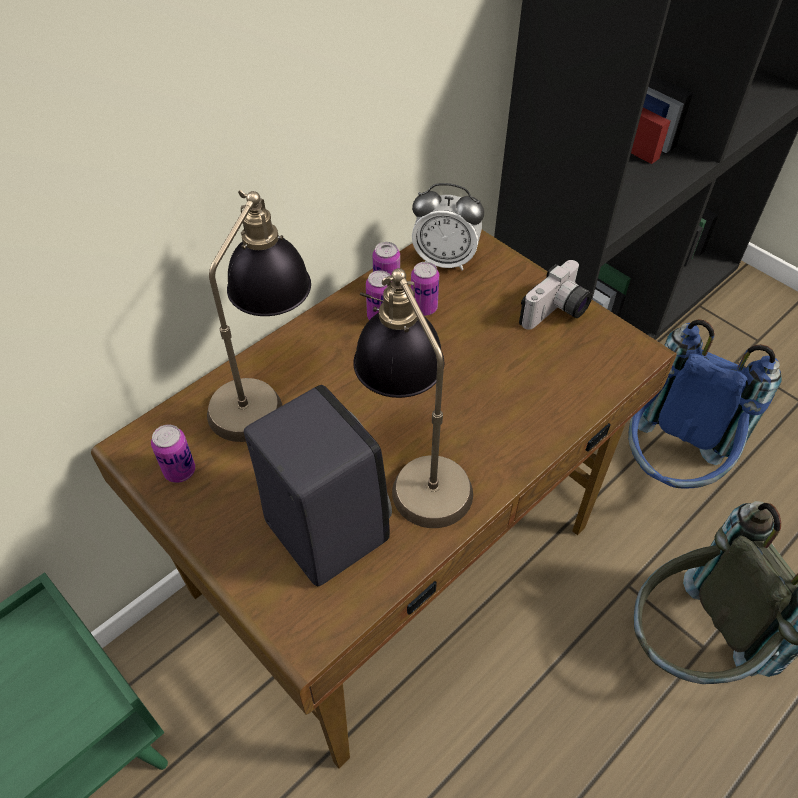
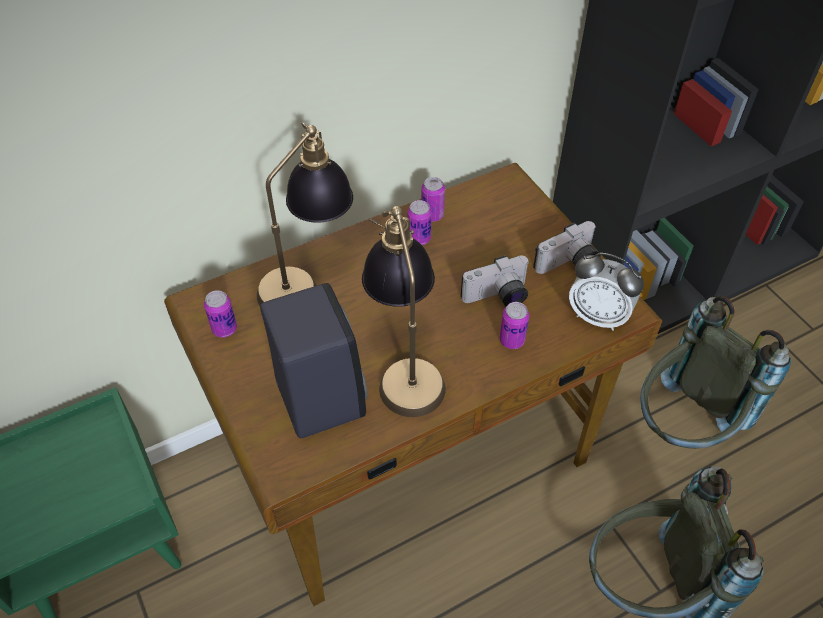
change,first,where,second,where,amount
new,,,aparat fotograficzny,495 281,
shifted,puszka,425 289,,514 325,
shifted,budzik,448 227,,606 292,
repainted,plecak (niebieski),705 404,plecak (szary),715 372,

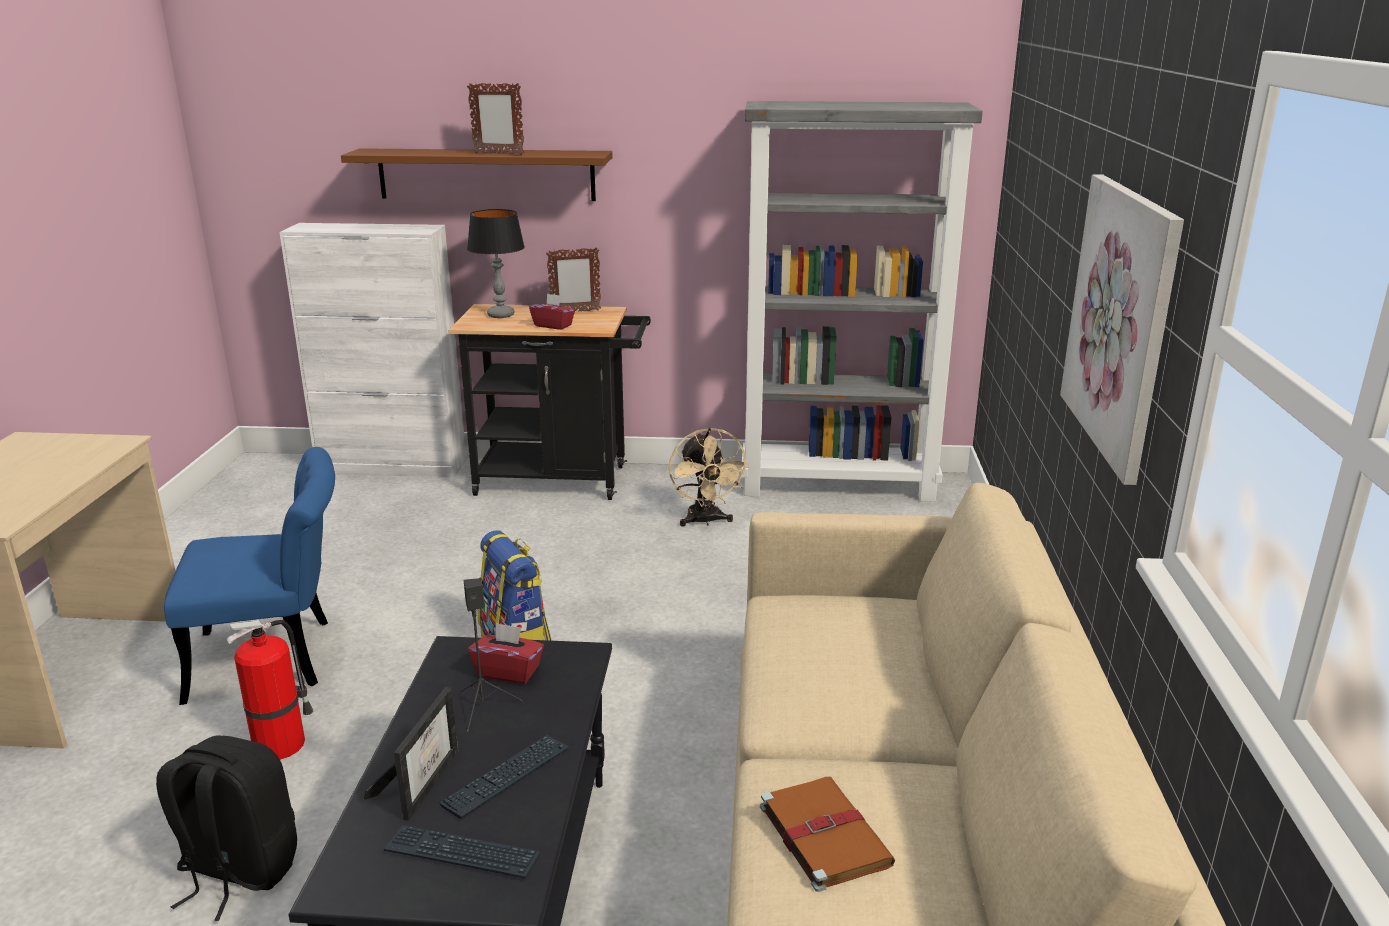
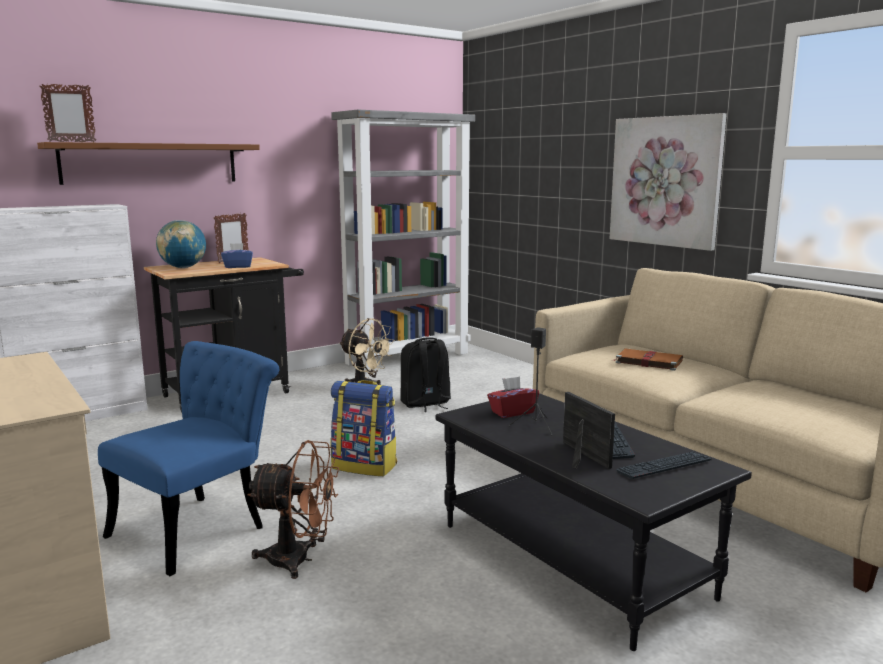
change,first,where,second,where,amount
shifted,plecak (czarny),226 828,,425 374,
shifted,ramka na zdjęcie,496 119,,67 113,
shifted,książka (brązowy),827 834,,647 360,
swapped,gaśnica,269 690,wentylator (brązowy),293 509,
swapped,lampa stołowa,496 263,globus,181 244,
repainted,pudełko chusteczek (czerwony),552 311,pudełko chusteczek (niebieski),237 255,

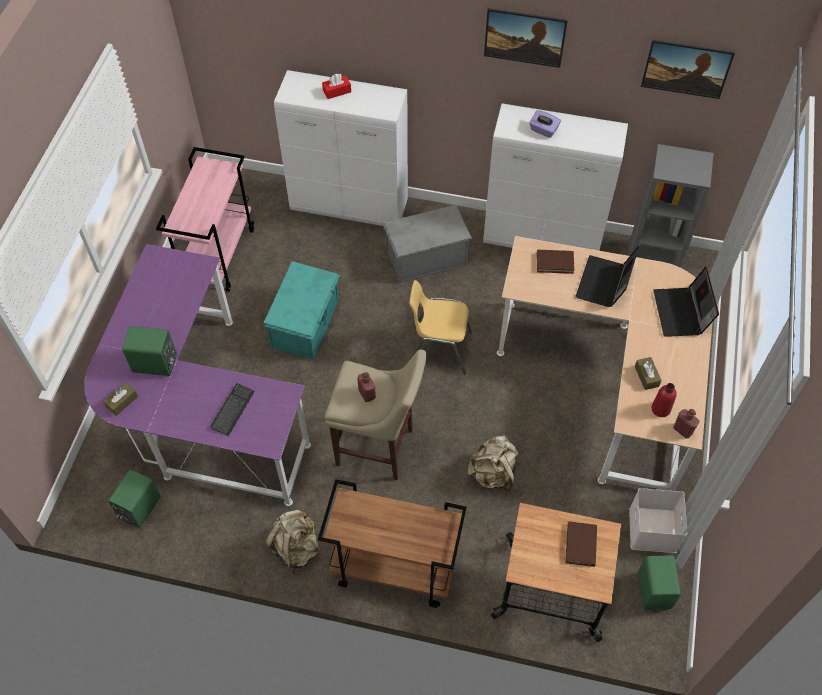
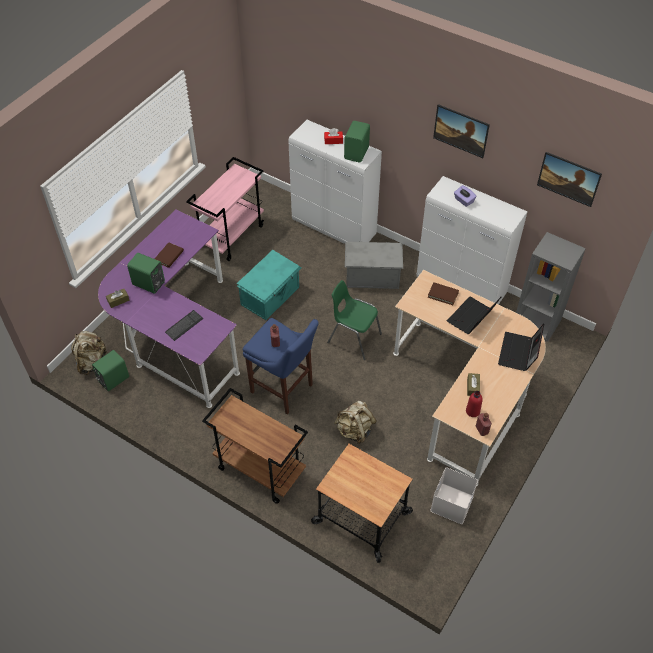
change,first,where,second,where,amount
shifted,plecak (beżowy),291 542,,89 353,
shifted,książka (brązowy),581 544,,169 255,
shifted,głośnik (zielony),659 582,,357 142,
repainted,stołek (beżowy),376 415,stołek (niebieski),281 366,
repainted,krzesło (żółty),440 327,krzesło (zielony),354 320,

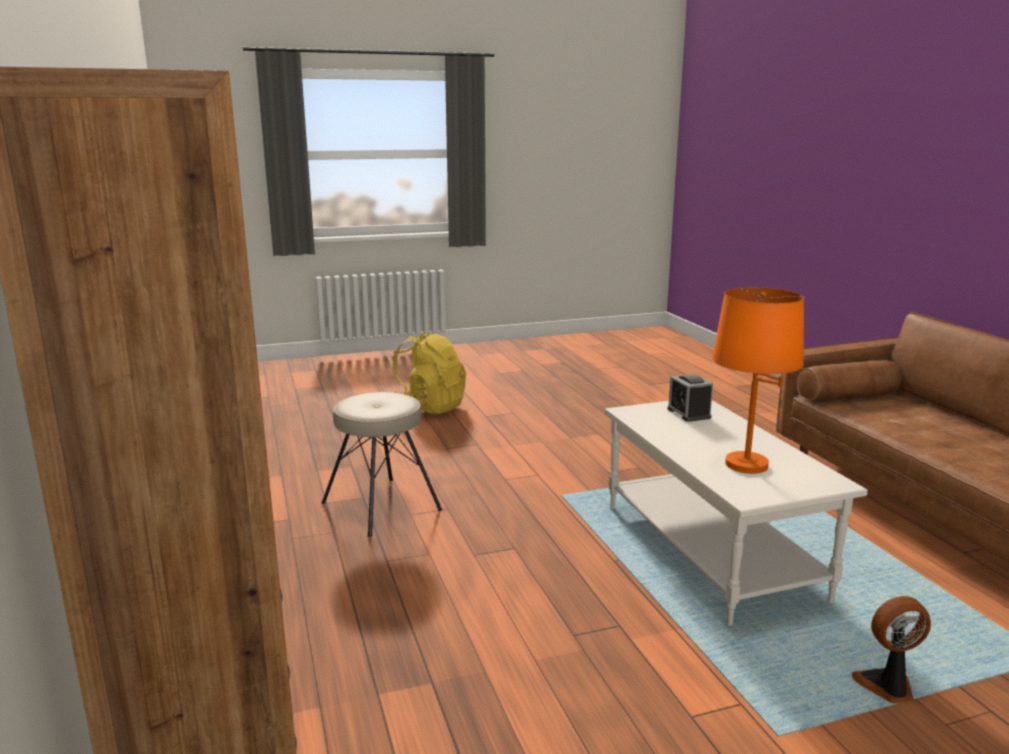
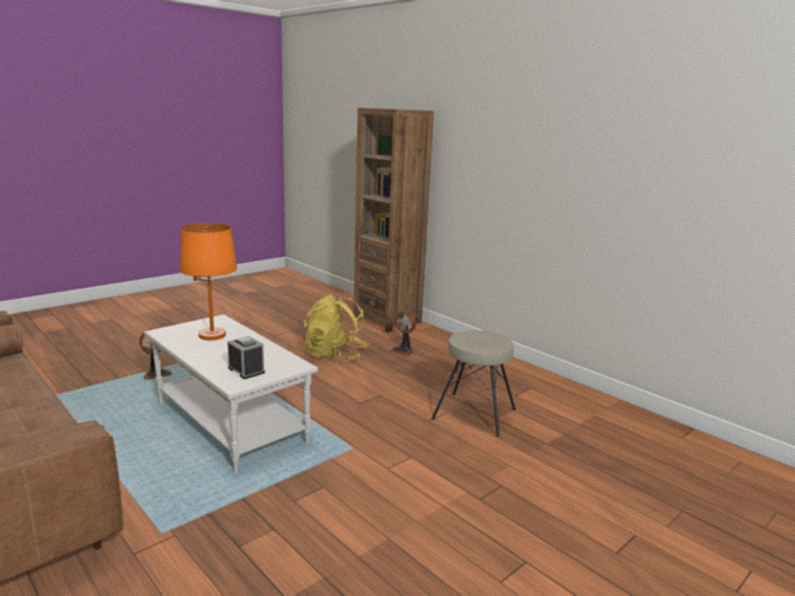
change,first,where,second,where,amount
new,,,wentylator,403 333,
shifted,plecak (żółty),429 373,,335 327,

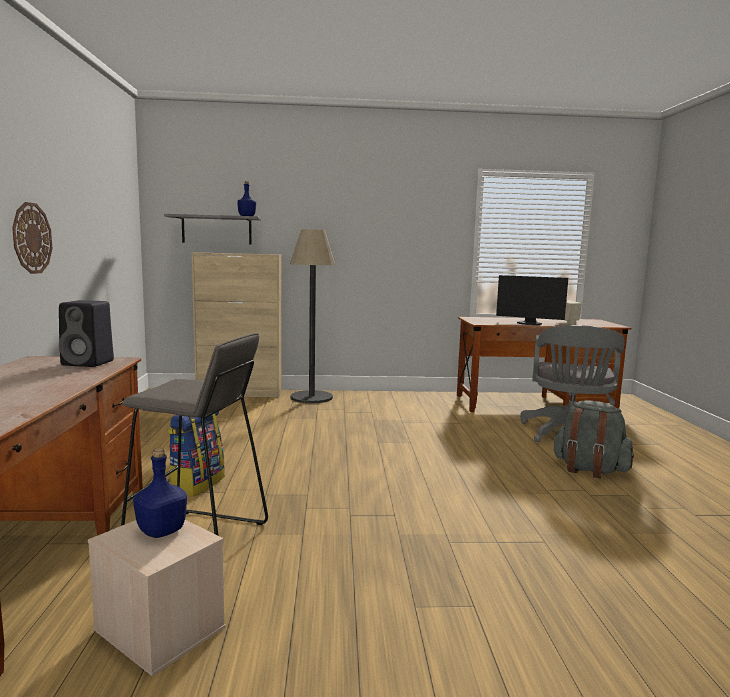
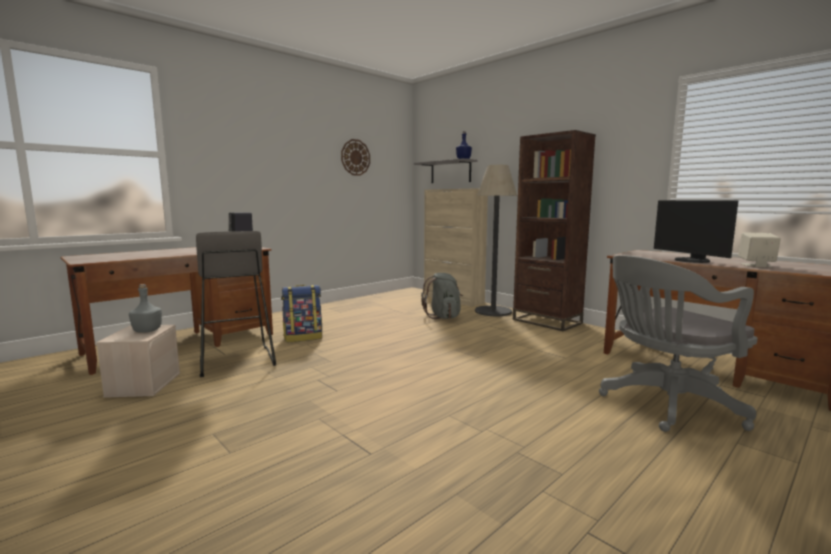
change,first,where,second,where,amount
new,,,regał (brązowy),554 230,
shifted,zegar ścienny,32 238,,355 157,
shifted,plecak (szary),594 439,,442 296,
repainted,butelka (niebieski),160 493,butelka (szary),145 308,

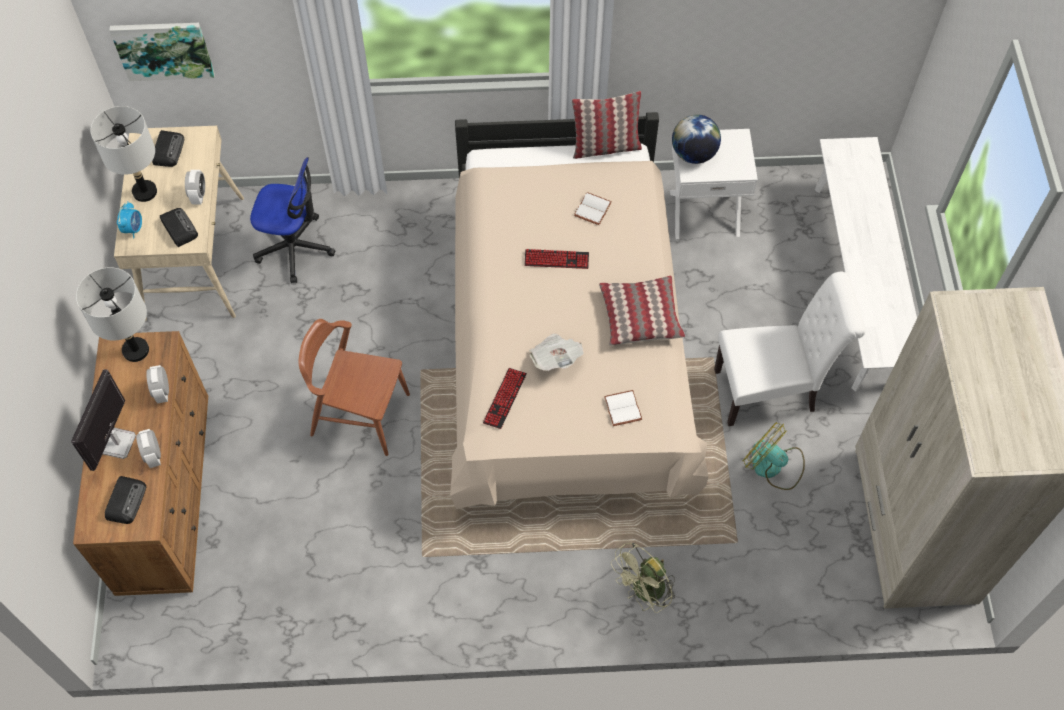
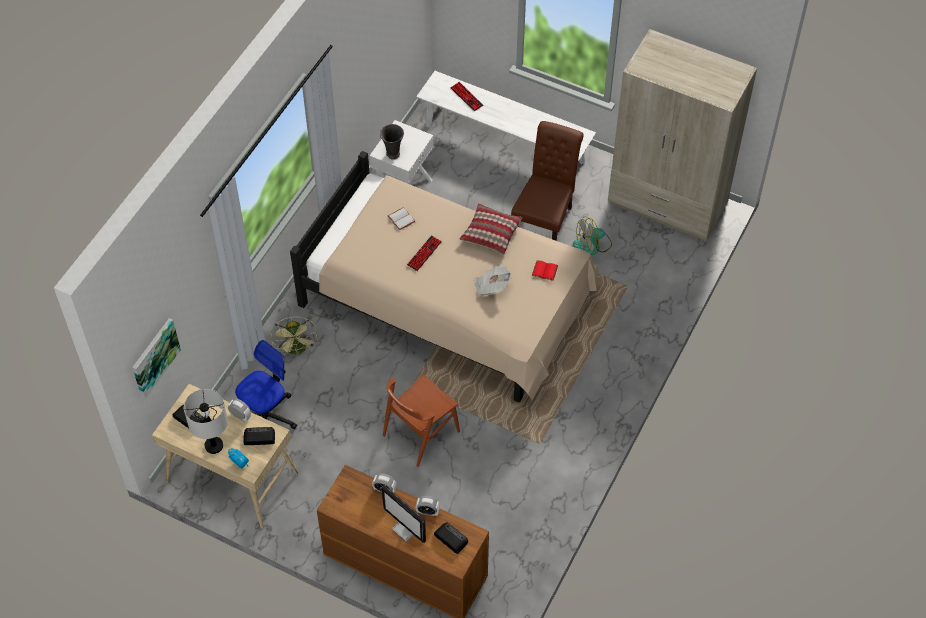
change,first,where,second,where,amount
gone,lampa stołowa (szary),112 314,,,
gone,poduszka,607 125,,,
shifted,klawiatura,505 398,,466 96,
shifted,wentylator (zielony),643 578,,294 336,
swapped,globus,696 139,wazon (szary),392 142,
repainted,książka (biały),623 408,książka (czerwony),545 270,
repainted,krzesło (biały),790 349,krzesło (brązowy),547 181,

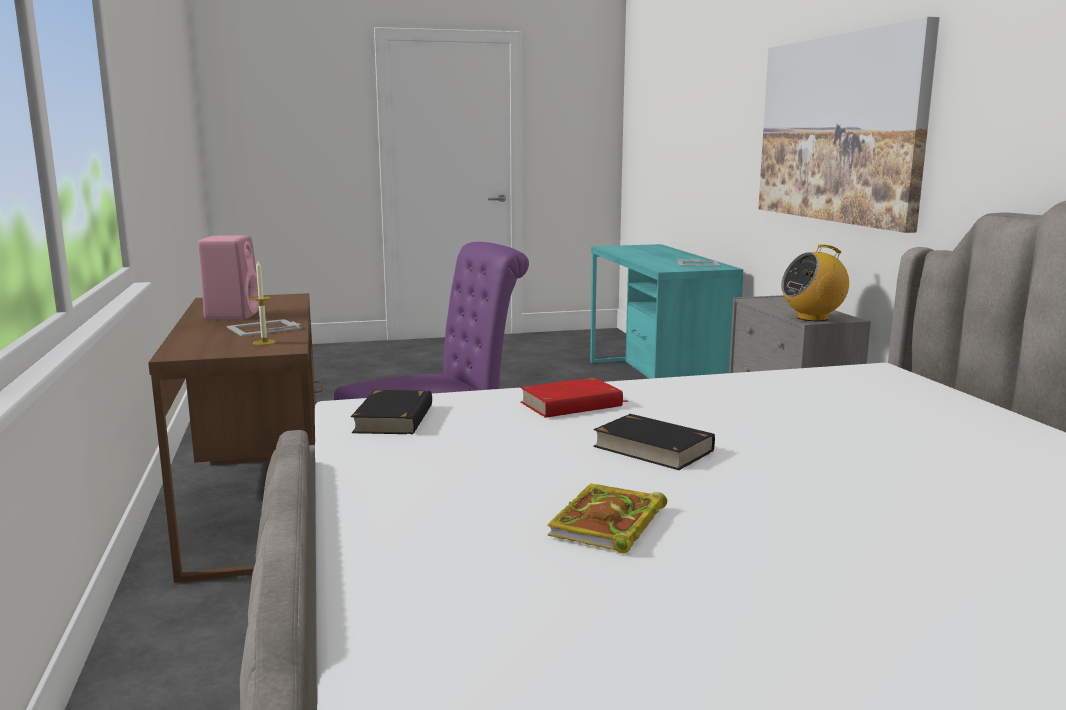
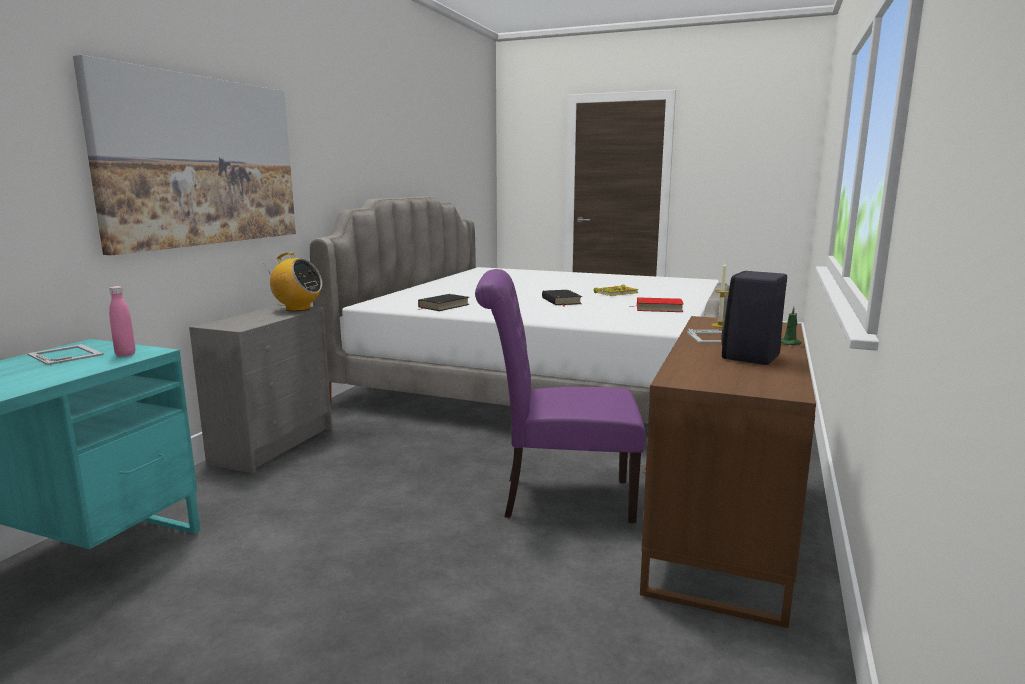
change,first,where,second,where,amount
new,,,butelka (różowy),122 321,
new,,,świeca (zielony),791 326,
shifted,książka (czarny),391 412,,443 302,
shifted,książka (czerwony),574 397,,656 304,
repainted,głośnik (różowy),228 278,głośnik (czarny),754 318,

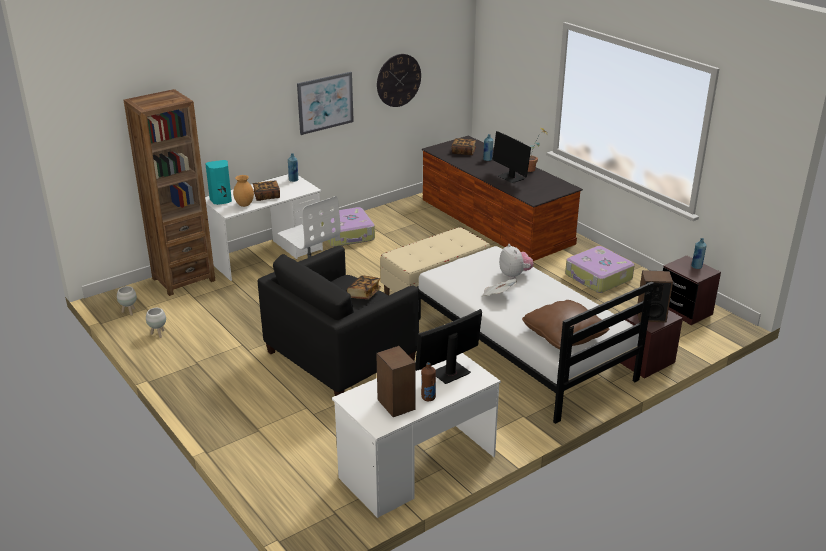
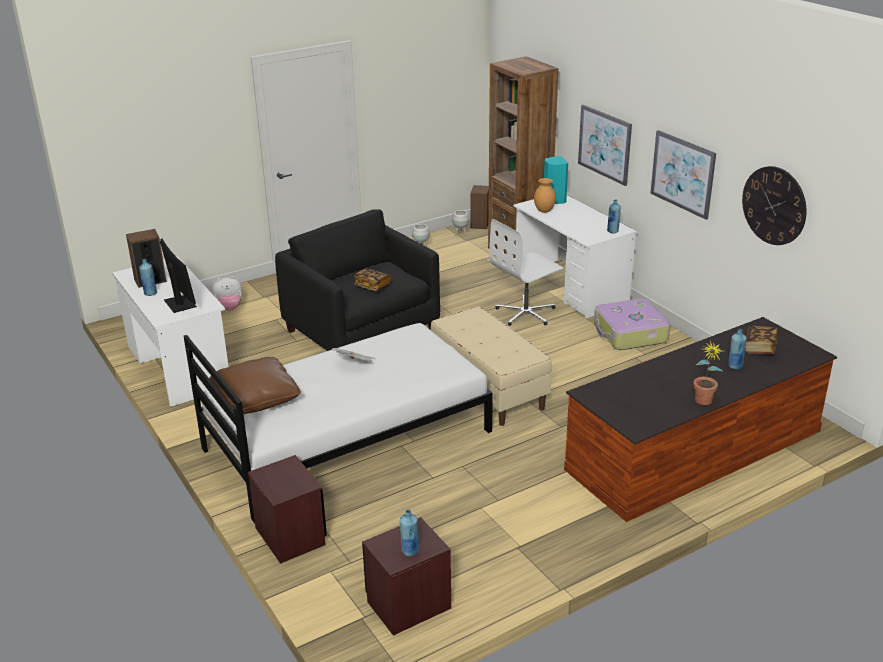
change,first,where,second,where,amount
gone,książka,266 190,,,
gone,monitor,512 157,,,
gone,walizka,600 269,,,
new,,,obraz,605 145,
shifted,pluszak,516 261,,227 293,
shifted,głośnik,655 296,,480 207,
repainted,butelka (brązowy),428 381,butelka (niebieski),148 277,

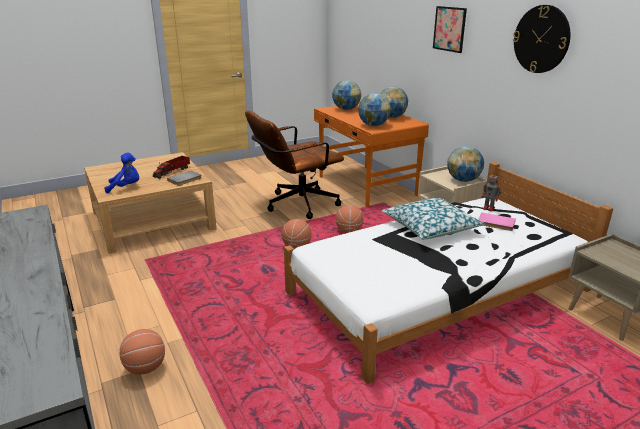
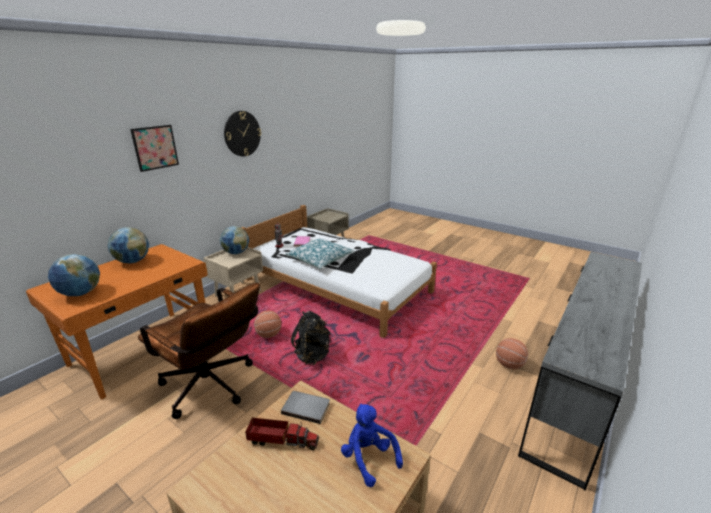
change,first,where,second,where,amount
gone,globus,375 109,,,
swapped,piłka do koszykówki,296 234,plecak (czarny),311 338,

